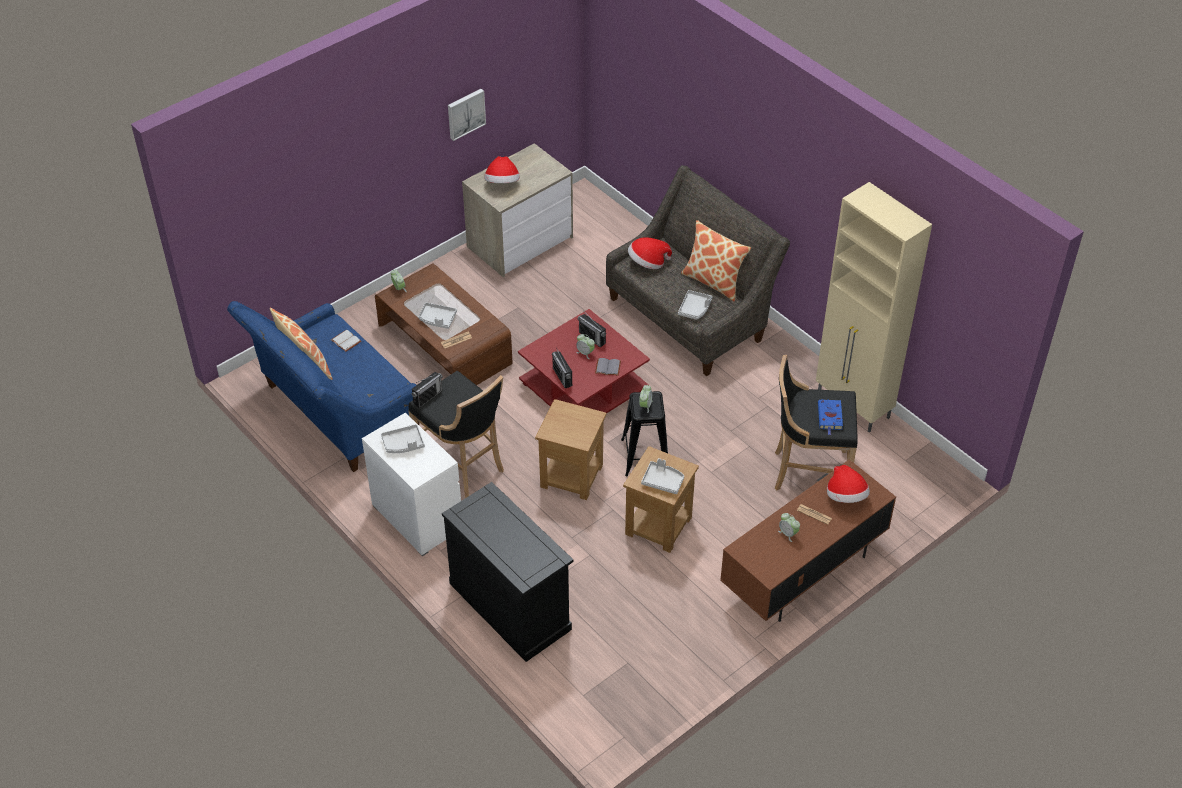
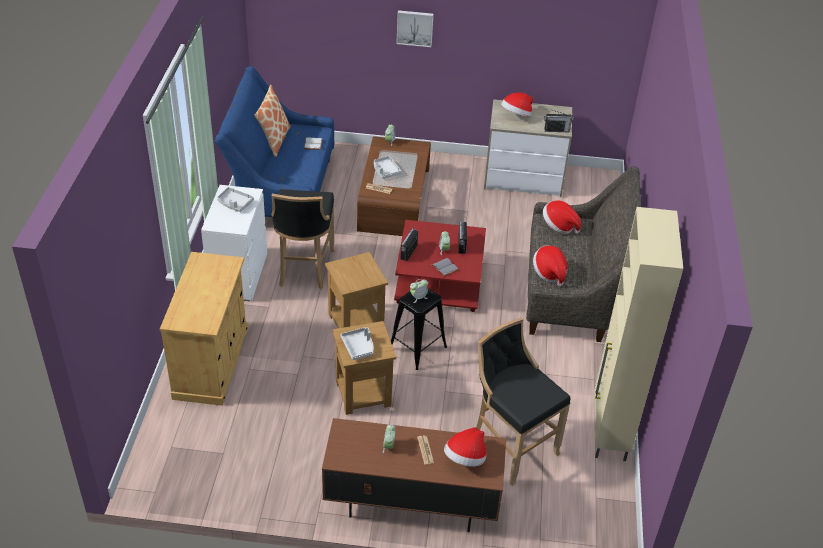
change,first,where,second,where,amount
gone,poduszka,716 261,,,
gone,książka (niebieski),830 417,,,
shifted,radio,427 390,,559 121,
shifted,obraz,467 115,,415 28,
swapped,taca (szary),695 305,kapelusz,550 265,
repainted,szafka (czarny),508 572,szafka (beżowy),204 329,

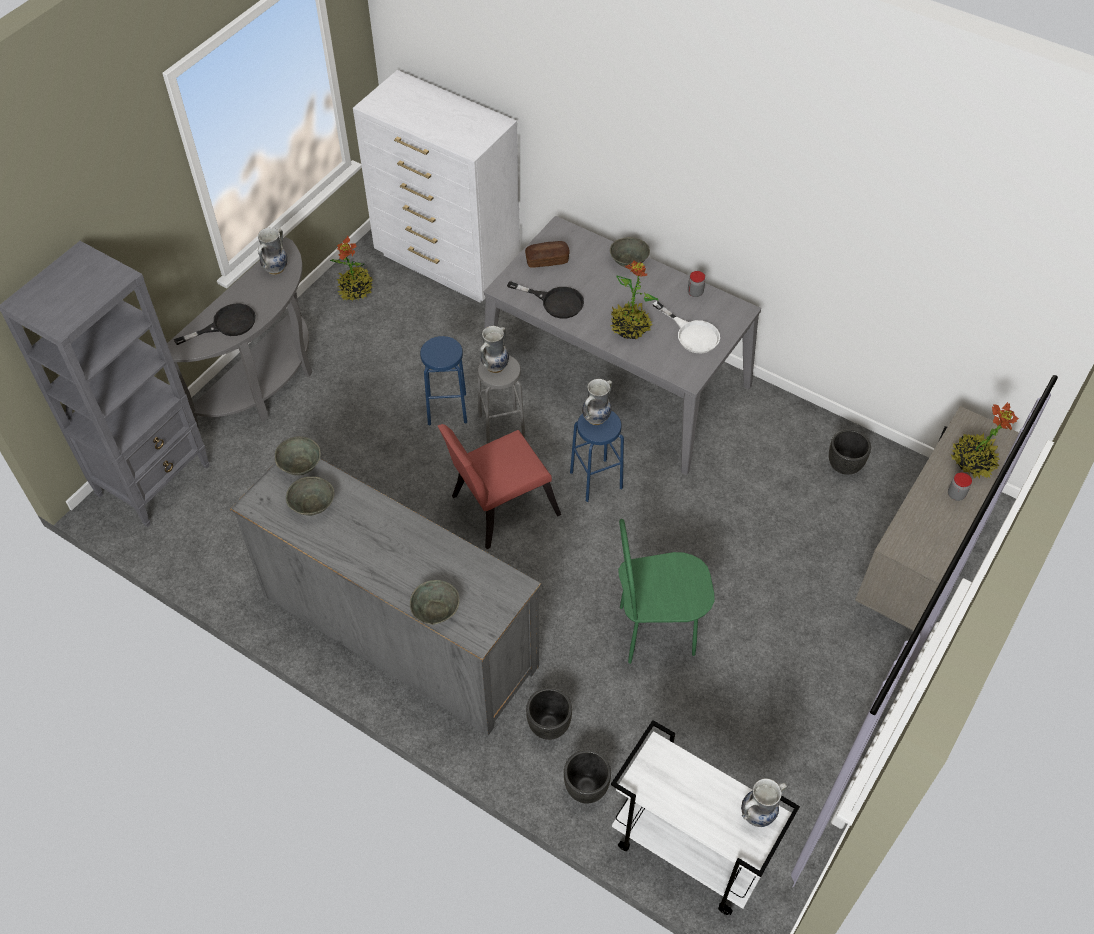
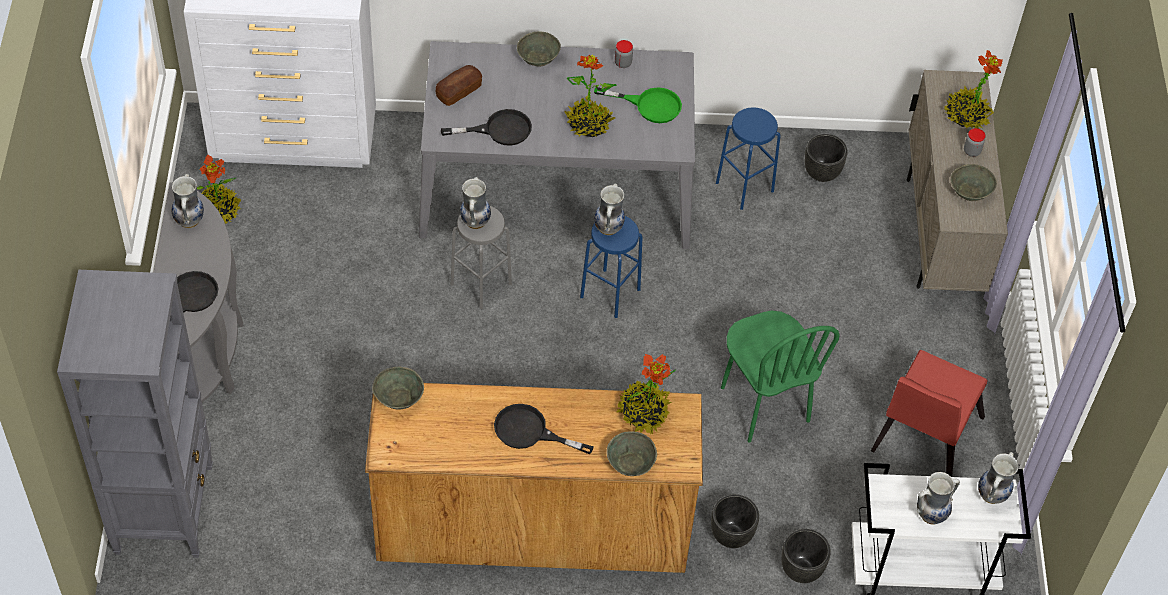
change,first,where,second,where,amount
new,,,patelnia (czarny),544 429,
new,,,roślina doniczkowa,646 394,
new,,,wazon,938 498,
shifted,miska (szary),310 496,,974 182,
shifted,stołek (niebieski),443 381,,748 158,
shifted,krzesło (czerwony),499 486,,929 413,
repainted,komoda (szary),386 596,komoda (brązowy),534 478,
repainted,patelnia (biały),686 327,patelnia (zielony),638 105,
rotated,krzesło (zielony),667 591,,780 376,75 degrees counterclockwise

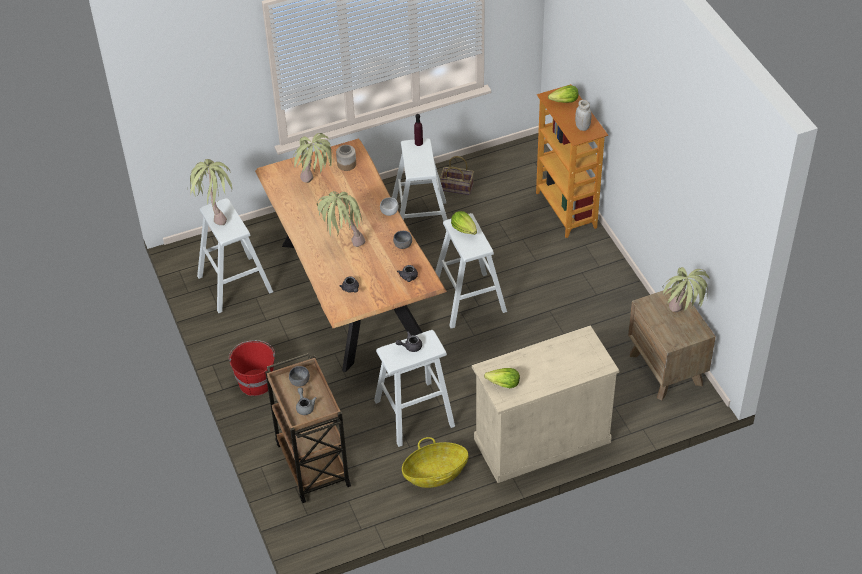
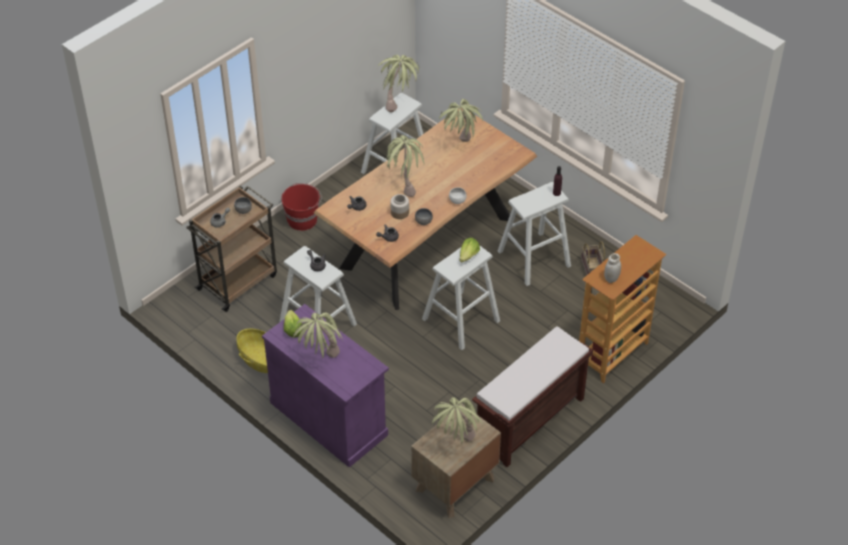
change,first,where,second,where,amount
gone,sałata,563 94,,,
new,,,roślina doniczkowa,317 335,
new,,,ławka (brązowy),532 396,
shifted,słoik,346 158,,399 206,
repainted,szafka (beżowy),545 404,szafka (fioletowy),325 385,

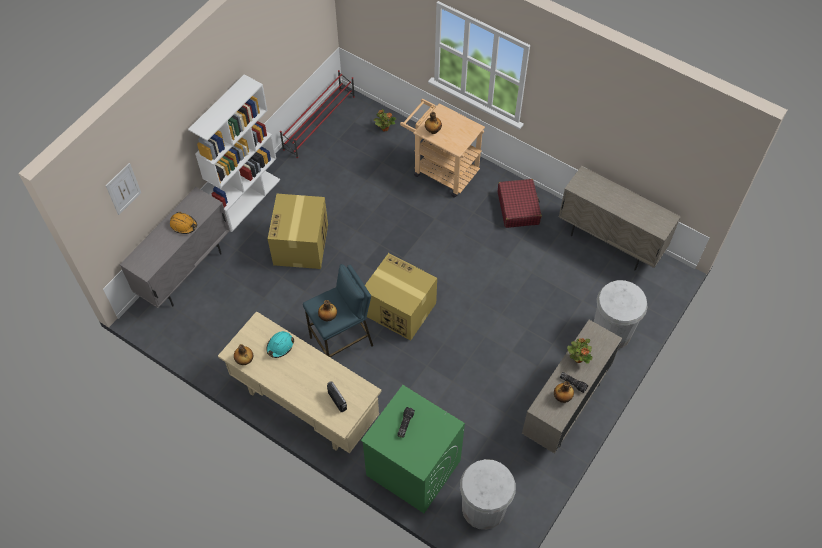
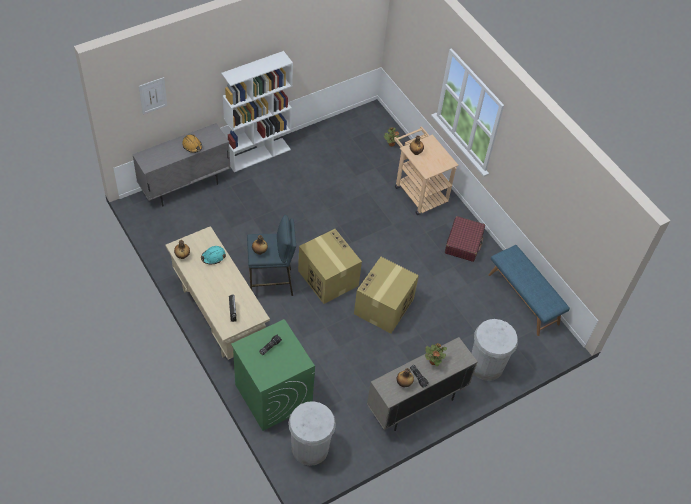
change,first,where,second,where,amount
gone,regał na buty (czerwony),317 114,,,
shifted,karton,298 231,,386 295,
swapped,szafka (beżowy),619 218,ławka (niebieski),529 290,

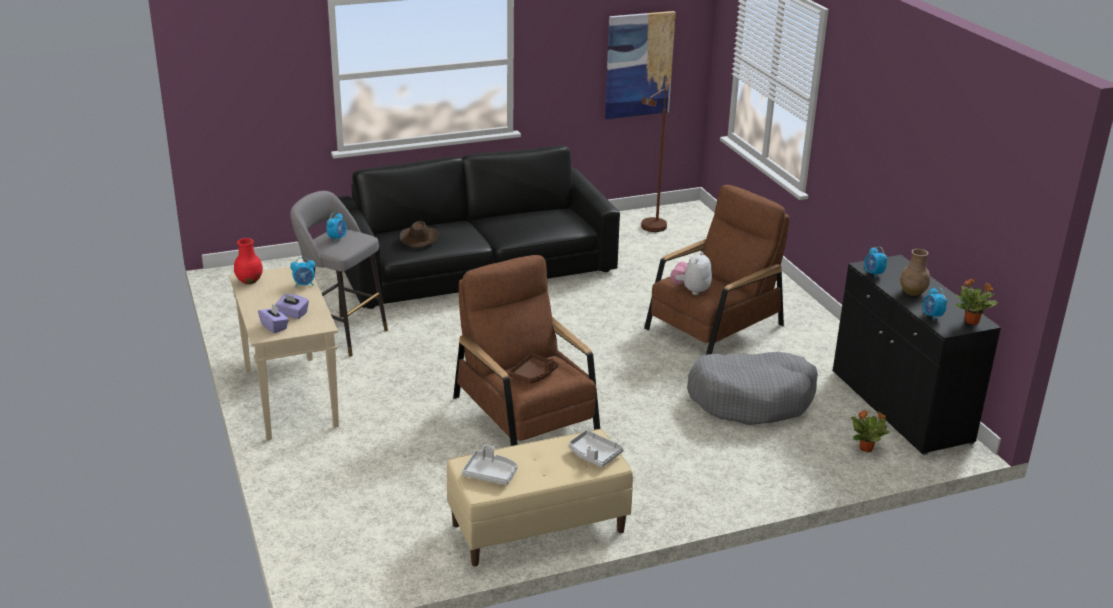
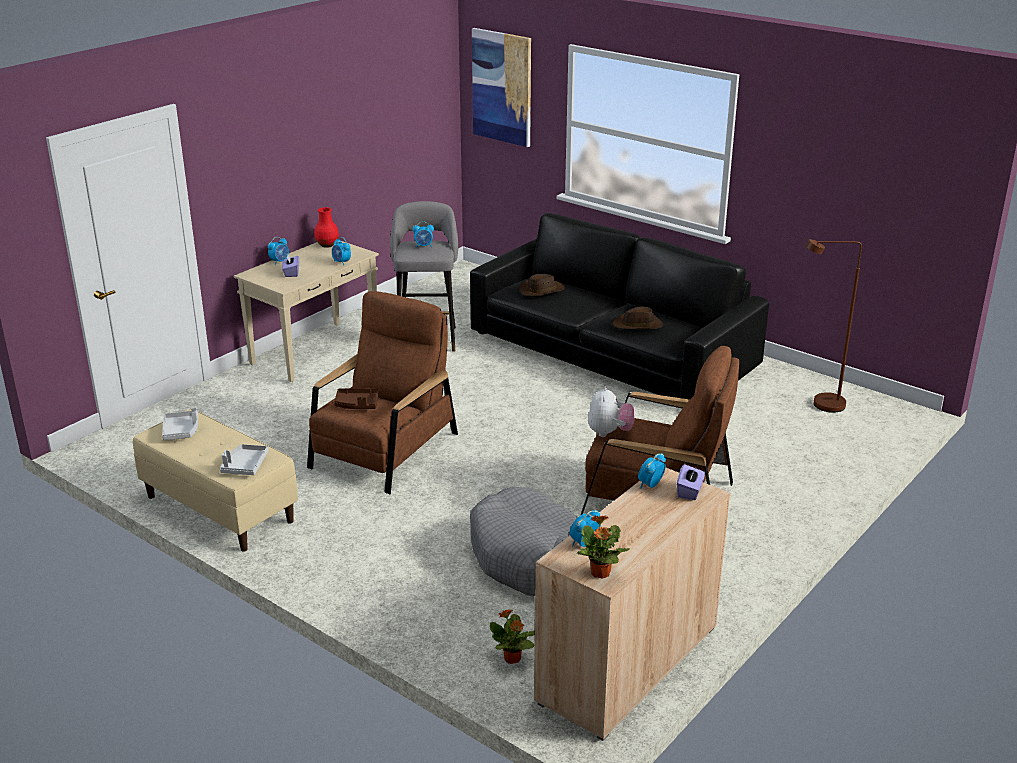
change,first,where,second,where,amount
gone,wazon (brązowy),915 272,,,
new,,,budzik,278 251,
new,,,kapelusz (brązowy),638 318,
shifted,pudełko chusteczek (fioletowy),273 318,,691 482,
shifted,obraz,640 65,,501 87,
repainted,szafka (czarny),917 355,szafka (beżowy),632 604,
rotated,pluszak,691 273,,611 411,105 degrees clockwise

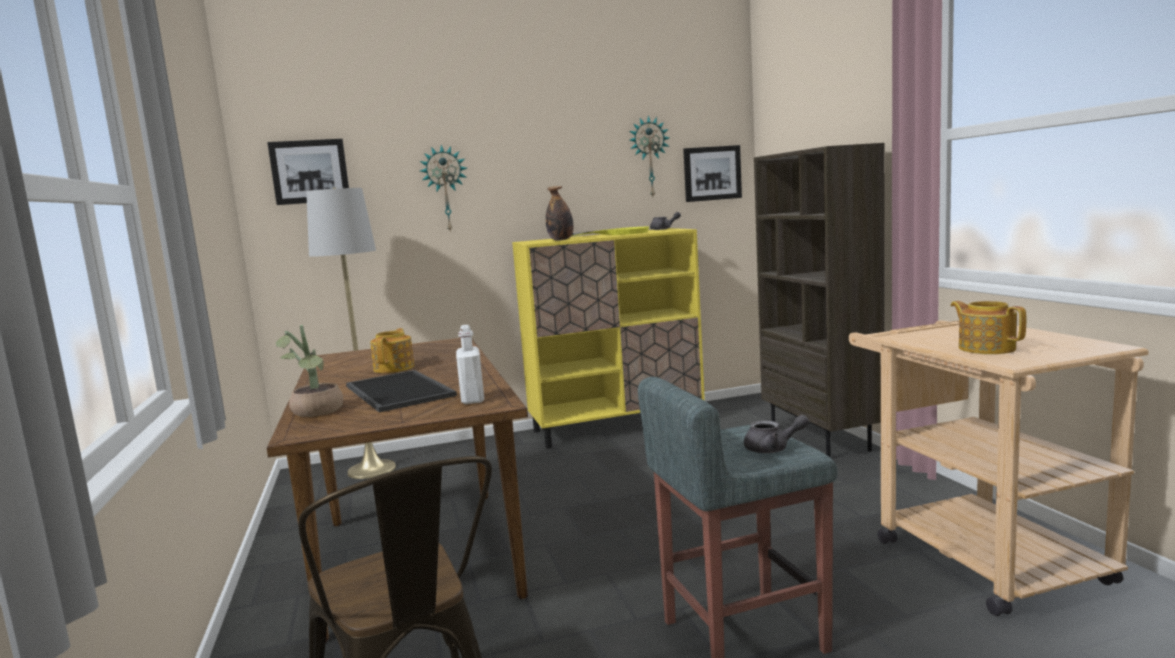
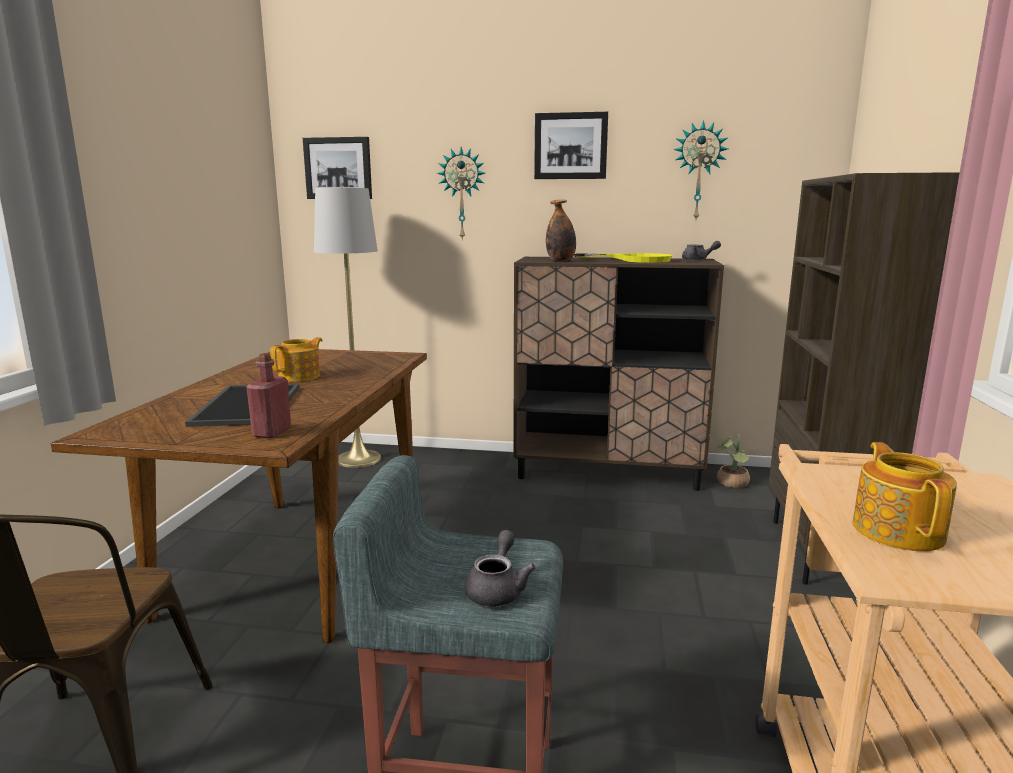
change,first,where,second,where,amount
shifted,roślina doniczkowa,309 371,,733 461,
shifted,obraz,712 173,,571 145,
repainted,butelka (biały),470 364,butelka (czerwony),268 396,
repainted,szafka (żółty),608 338,szafka (brązowy),618 374,
rotated,imbryk (szary),777 434,,499 568,105 degrees counterclockwise

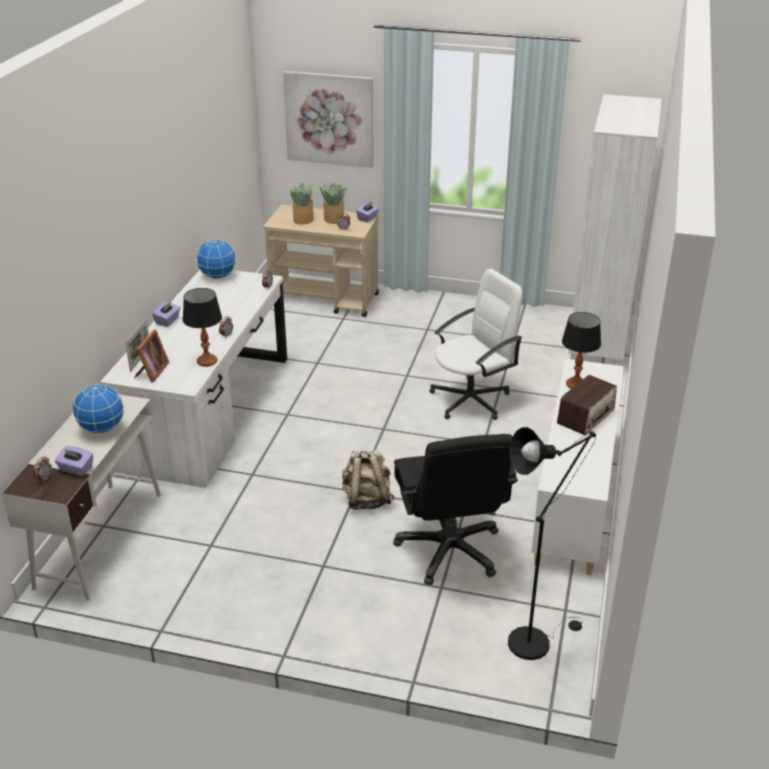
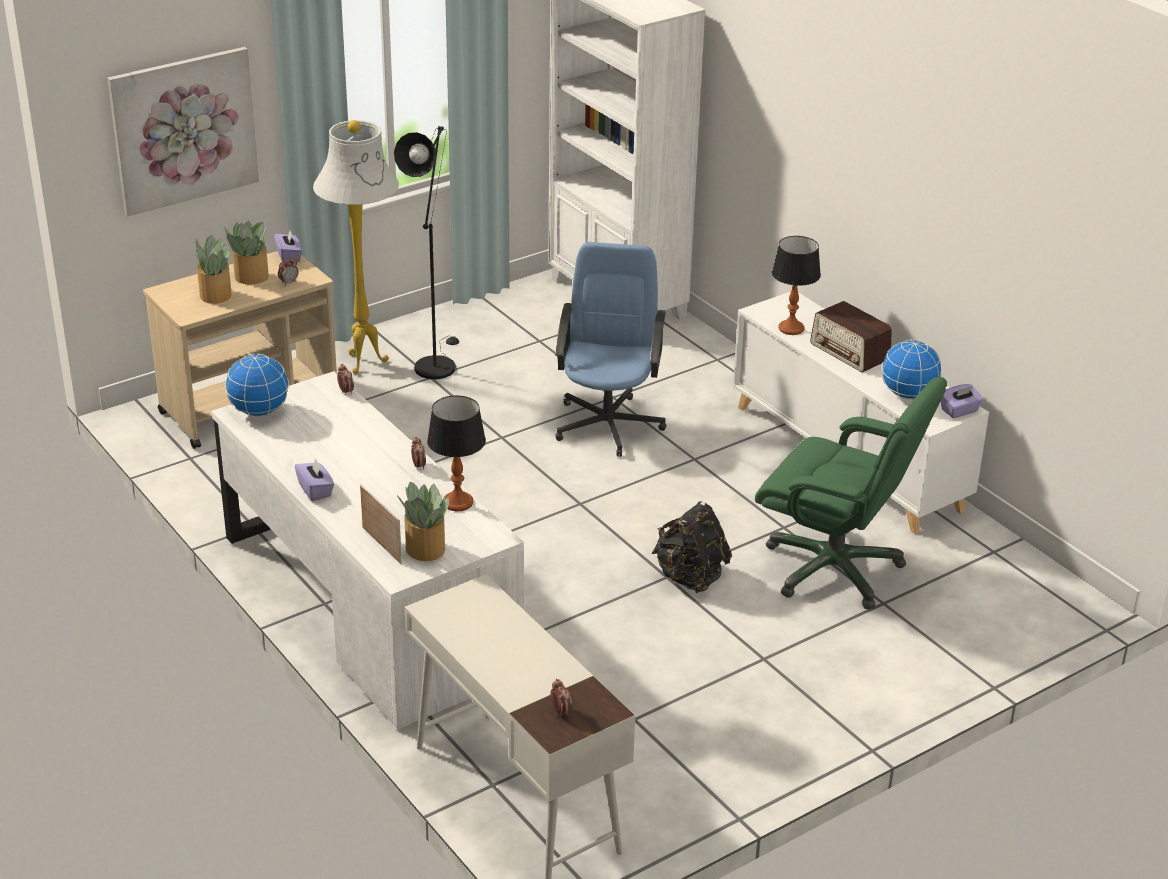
change,first,where,second,where,amount
new,,,lampa stojąca (biały),356 247,
shifted,pudełko chusteczek (fioletowy),74 461,,962 401,
shifted,globus,98 409,,911 370,
shifted,lampa stojąca (czarny),552 543,,426 252,
swapped,ramka na zdjęcie,151 356,roślina doniczkowa,422 521,
repainted,plecak (beżowy),368 479,plecak (czarny),692 547,
repainted,krzesło biurowe (czarny),455 509,krzesło biurowe (zielony),851 493,
repainted,krzesło biurowe (biały),475 344,krzesło biurowe (niebieski),610 349,
rotated,radio,587 405,,851 336,150 degrees clockwise

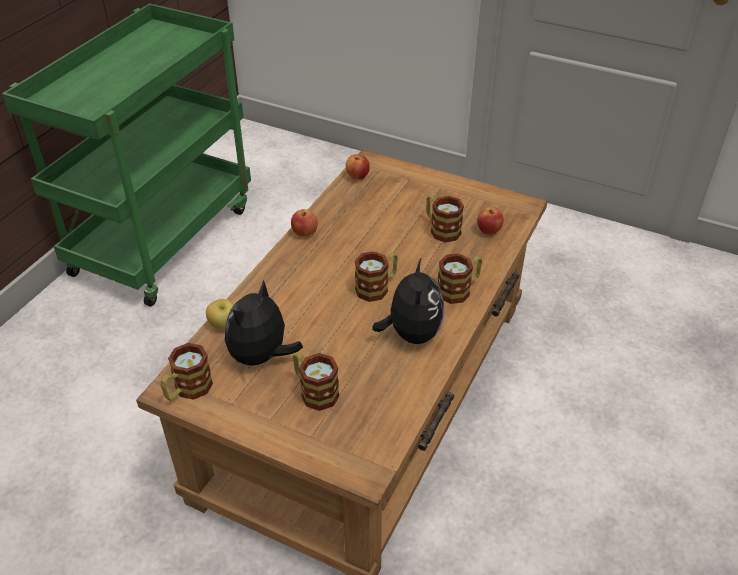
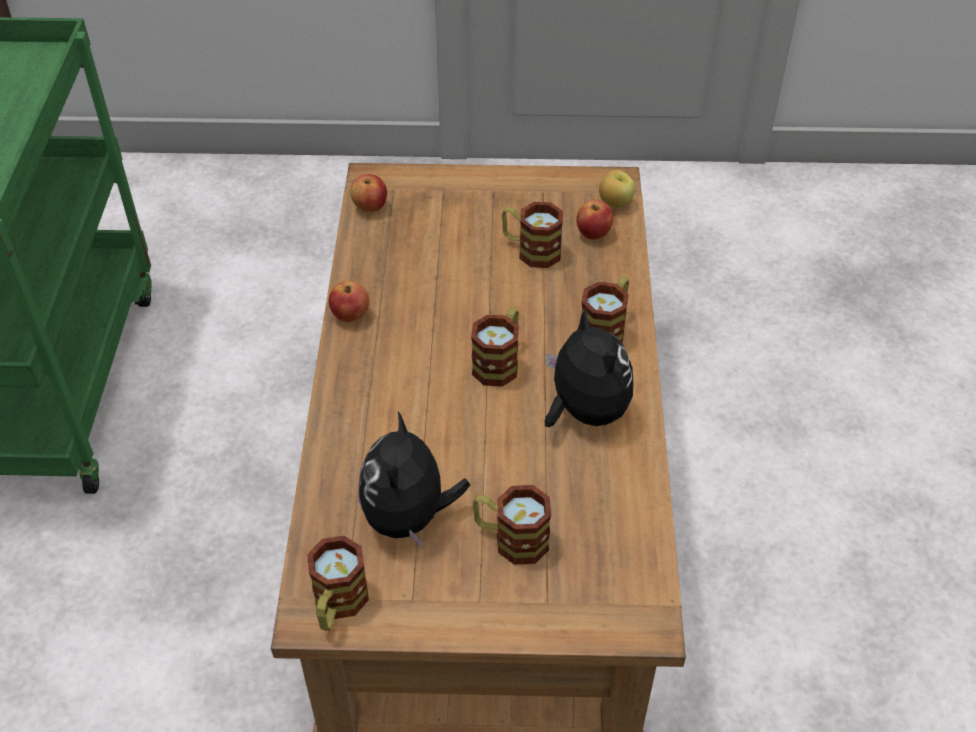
change,first,where,second,where,amount
shifted,jabłko,220 314,,617 189,

